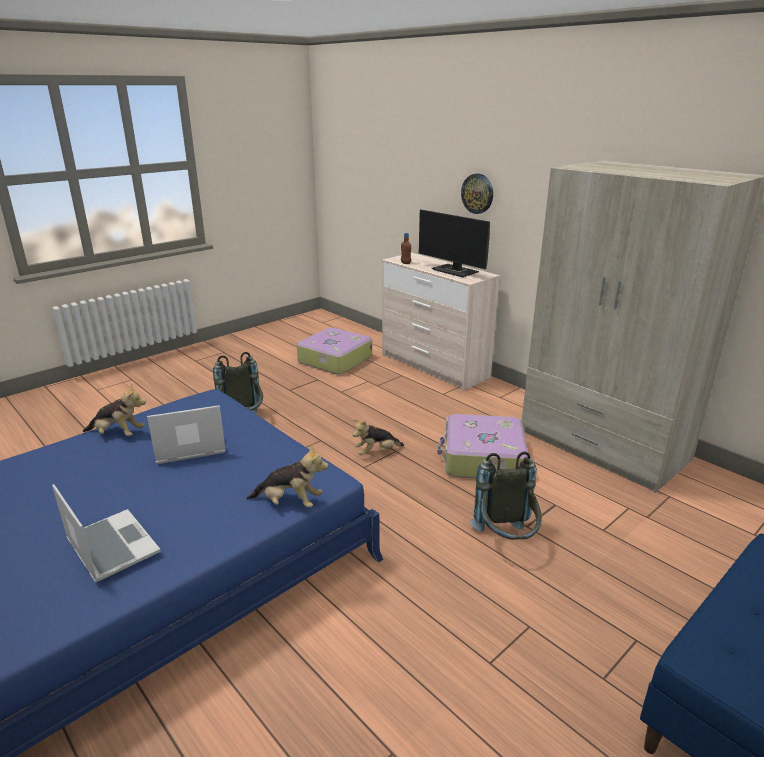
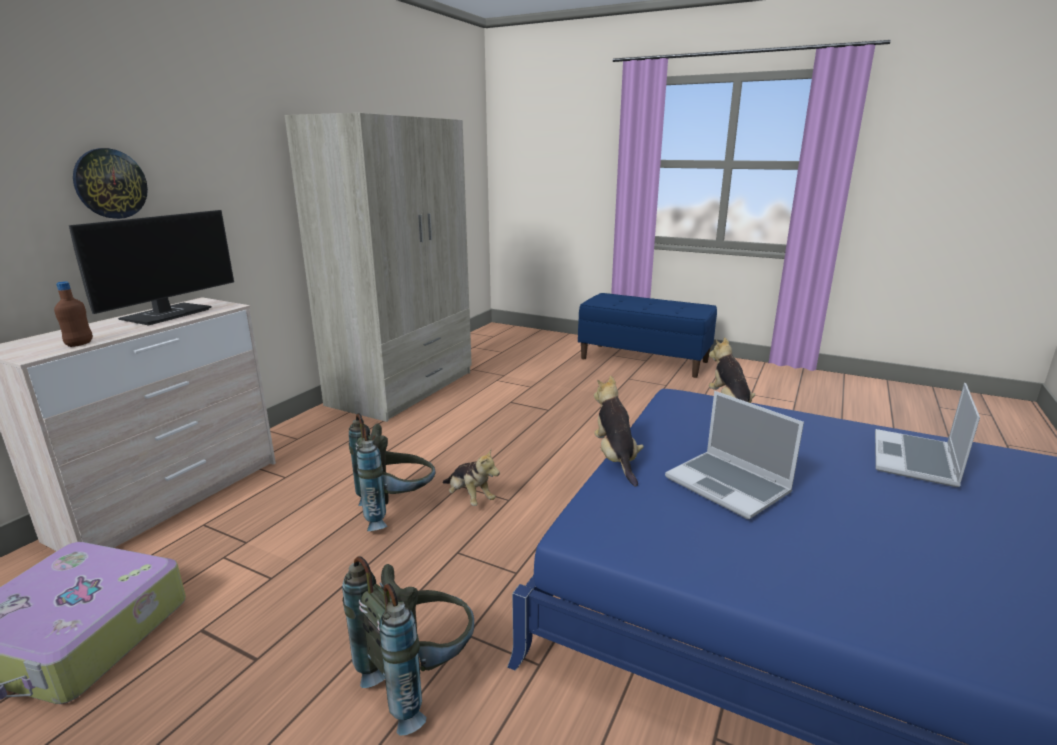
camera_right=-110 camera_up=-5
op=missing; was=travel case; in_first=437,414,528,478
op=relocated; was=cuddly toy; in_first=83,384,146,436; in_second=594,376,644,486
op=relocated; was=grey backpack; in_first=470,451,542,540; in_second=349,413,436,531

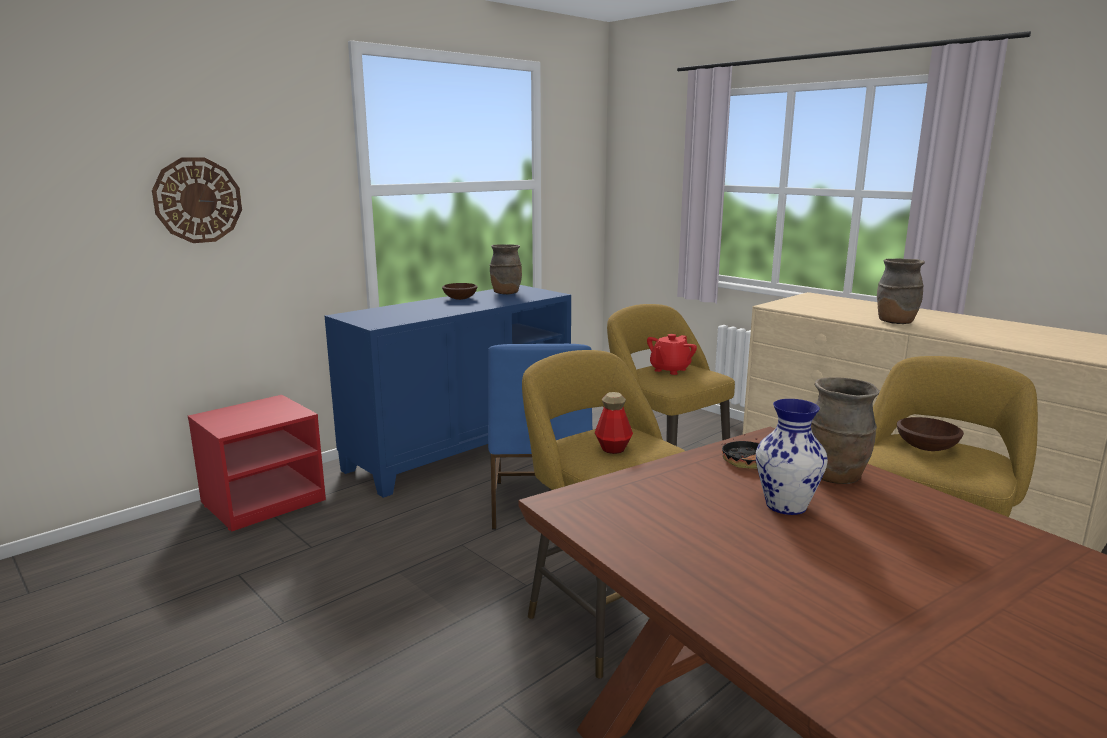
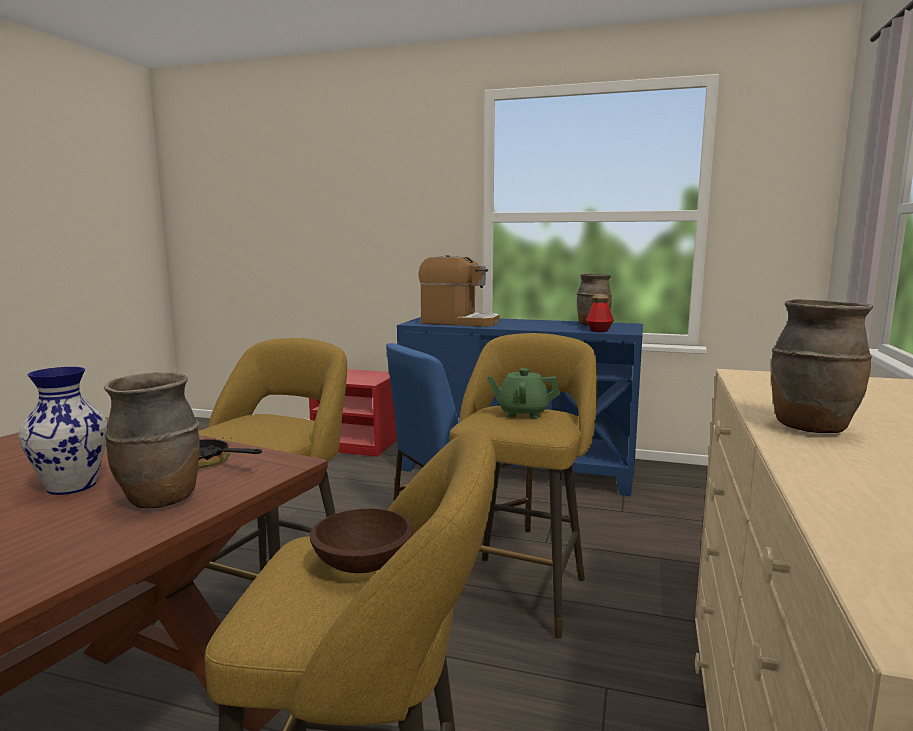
camera_right=60 camera_up=-5
op=missing; was=wall clock; in_first=152,158,242,243
op=missing; was=brown-coloured serving bowl; in_first=442,283,478,300
op=appeared; now=coffee machine; in_second=418,255,500,327
op=relocated; was=drink bottle; in_first=595,392,633,454; in_second=586,294,614,332
op=colour; was=red-coloured pot for tea; now=green-coloured pot for tea; in_first=647,334,697,375; in_second=487,368,560,418

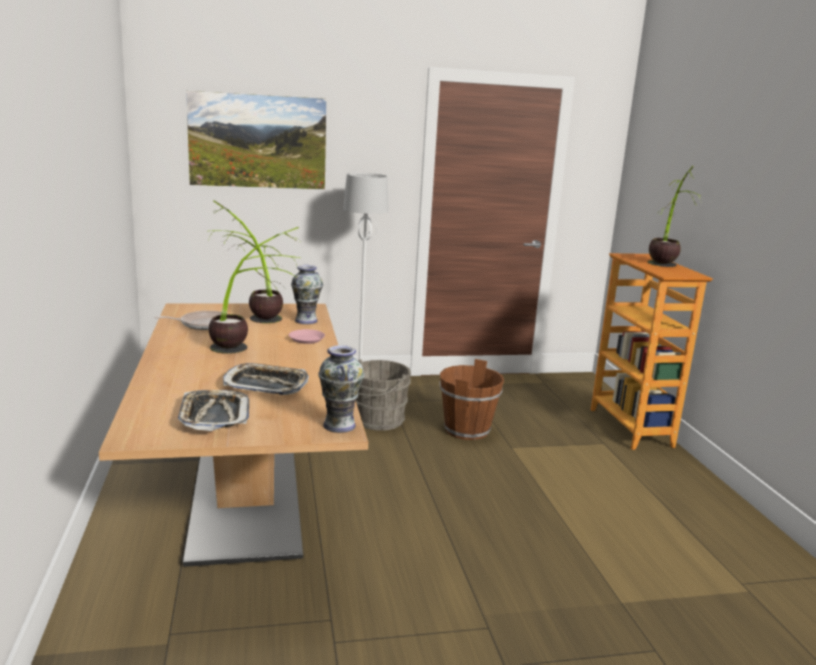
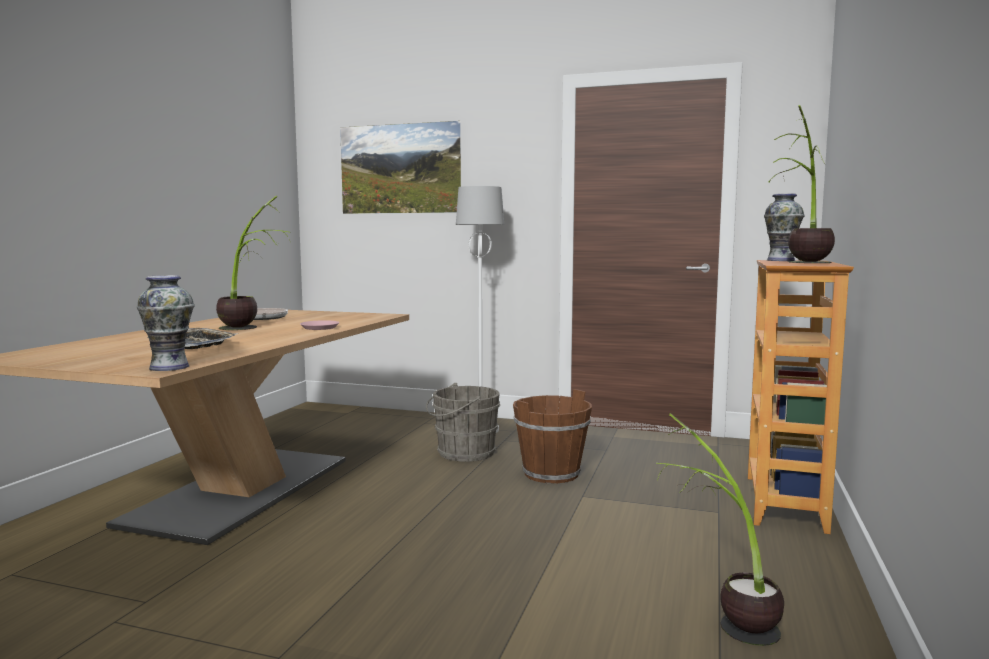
camera_right=30 camera_up=-10
op=missing; was=tray; in_first=178,390,250,431
op=relocated; was=plant in a pot; in_first=208,200,283,323; in_second=656,413,784,646
op=relocated; was=flower vase; in_first=291,265,323,324; in_second=764,193,804,261

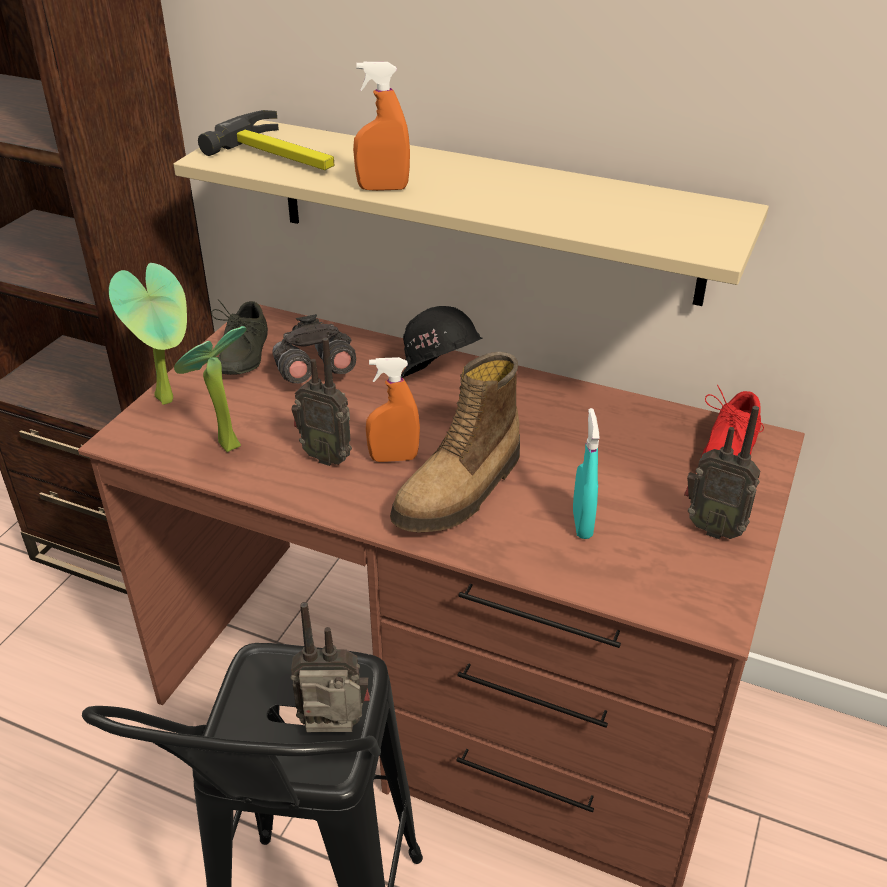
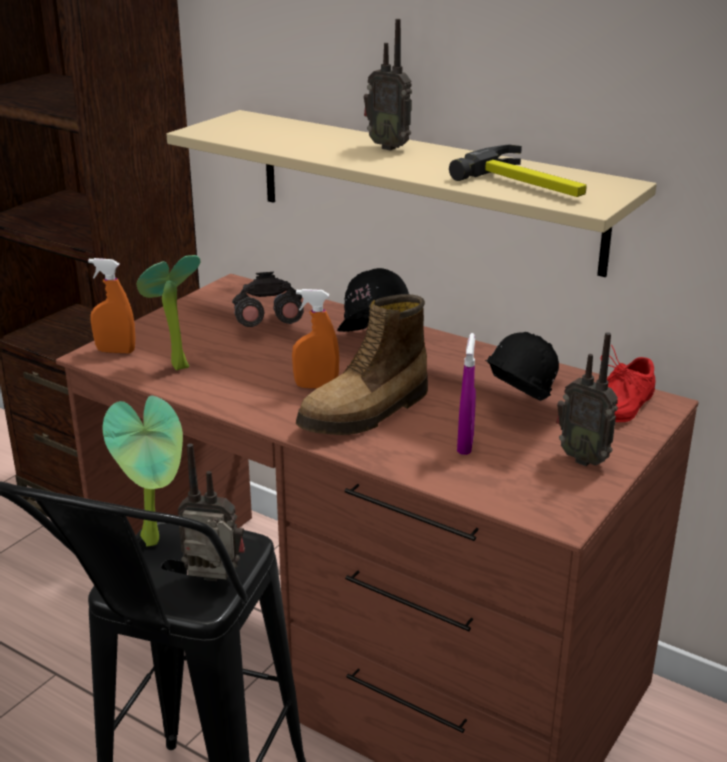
camera_right=10 camera_up=-10
op=missing; was=grey item of footwear; in_first=211,299,268,375
op=appeared; now=black-coloured work helmet; in_second=485,332,559,401
op=relocated; was=plant in a pot; in_first=109,263,187,405; in_second=103,396,183,546
op=relocated; was=hammer; in_first=198,110,334,170; in_second=449,144,587,197
op=relocated; was=radio set; in_first=291,338,352,466; in_second=364,19,412,151
op=relocated; was=orange sprayer; in_first=353,62,410,191; in_second=88,258,135,353
op=colour; was=turquoise sprayer; now=purplish sprayer; in_first=573,408,599,539; in_second=457,333,476,455

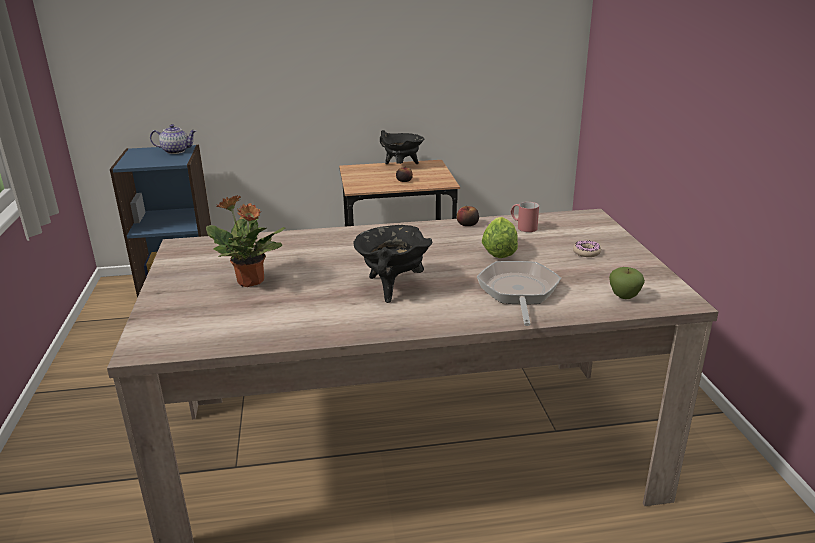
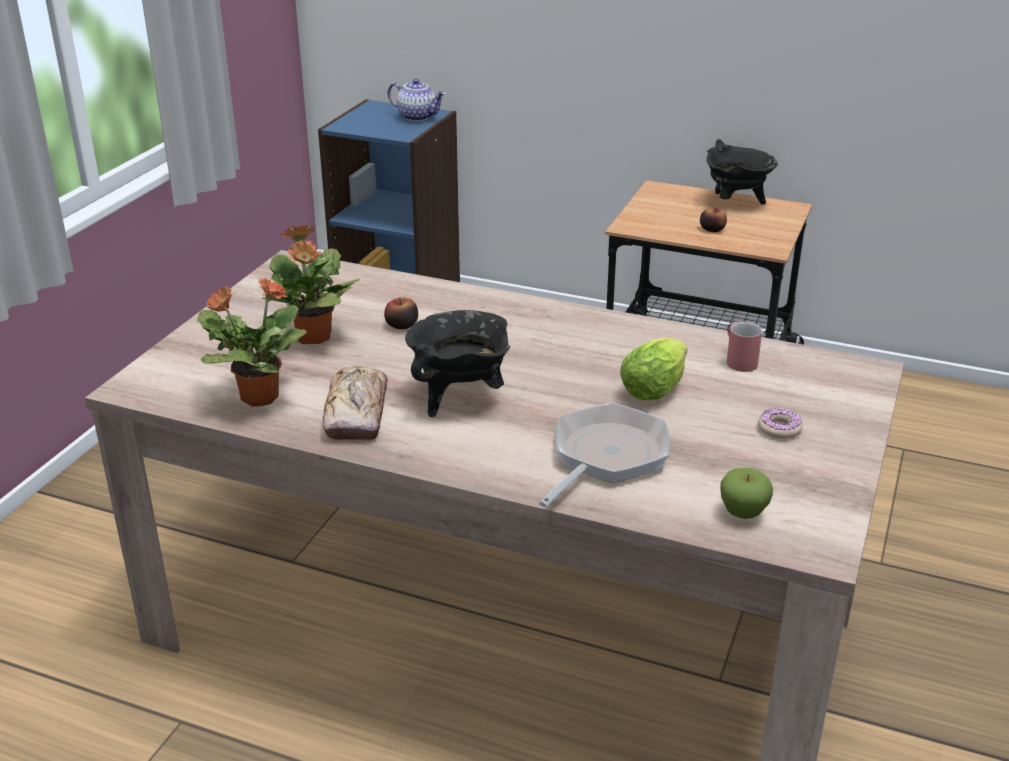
camera_right=30 camera_up=5
op=appeared; now=plant in a pot; in_second=197,277,307,407
op=appeared; now=bakery bread; in_second=323,366,388,441
op=relocated; was=apple; in_first=457,206,479,226; in_second=384,297,418,329

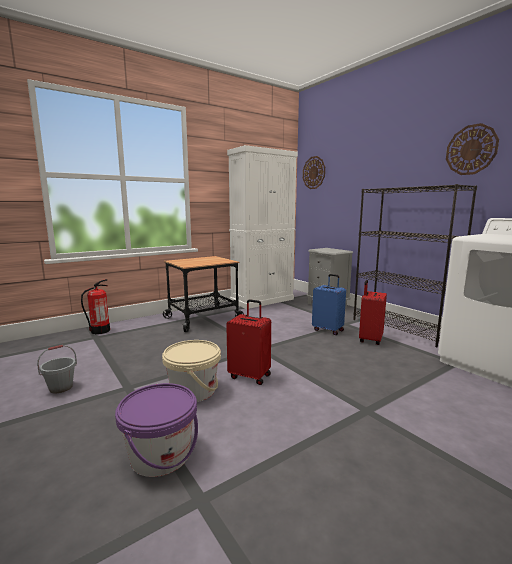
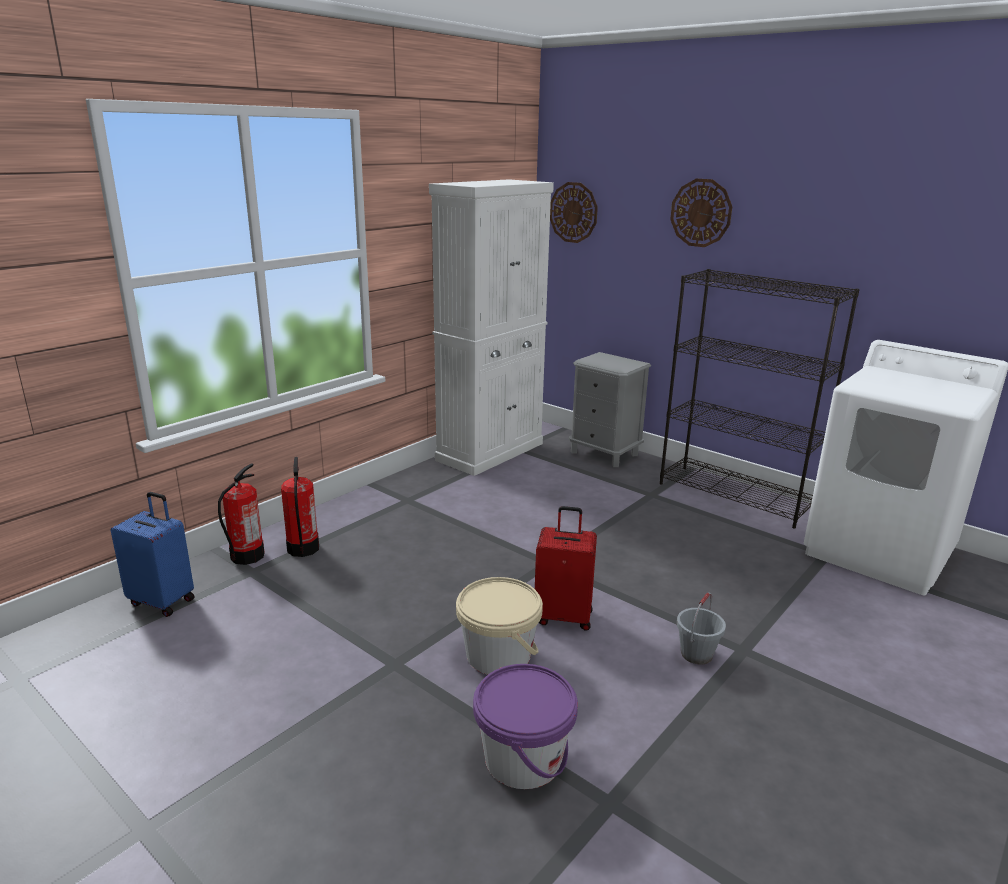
camera_right=-15 camera_up=10
op=missing; was=cart; in_first=163,256,244,332
op=missing; was=red-coloured travel case; in_first=359,280,387,345
op=appeared; now=fire-fighting cylinder; in_second=281,457,319,557
op=relocated; was=grey water bucket; in_first=37,345,77,393; in_second=677,593,726,664
op=relocated; was=blue travel case; in_first=312,274,346,335; in_second=111,492,195,617
op=relocated; was=wall clock; in_first=446,123,499,175; in_second=670,179,732,247

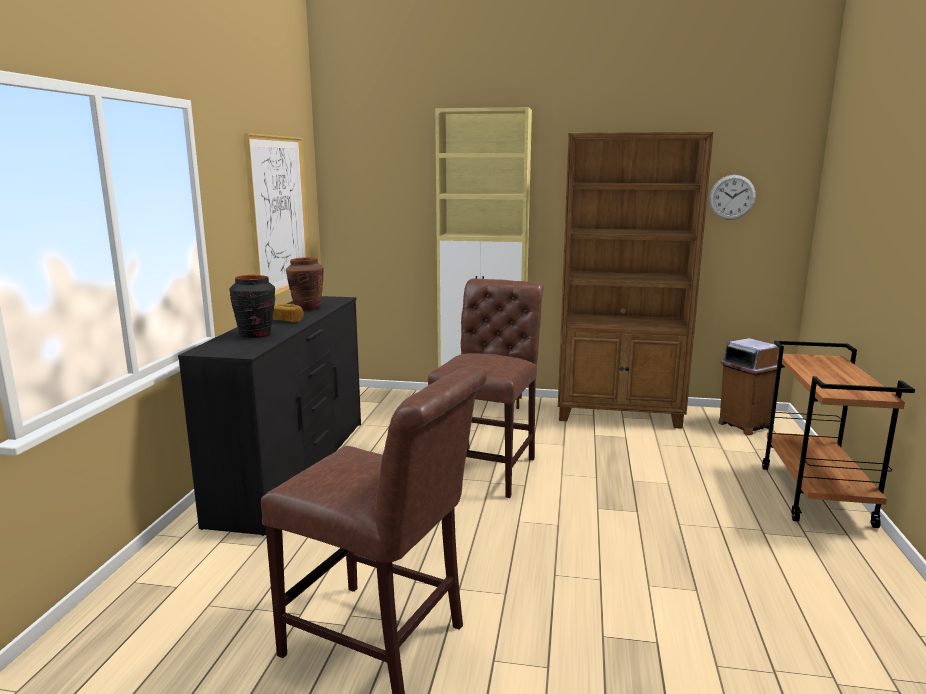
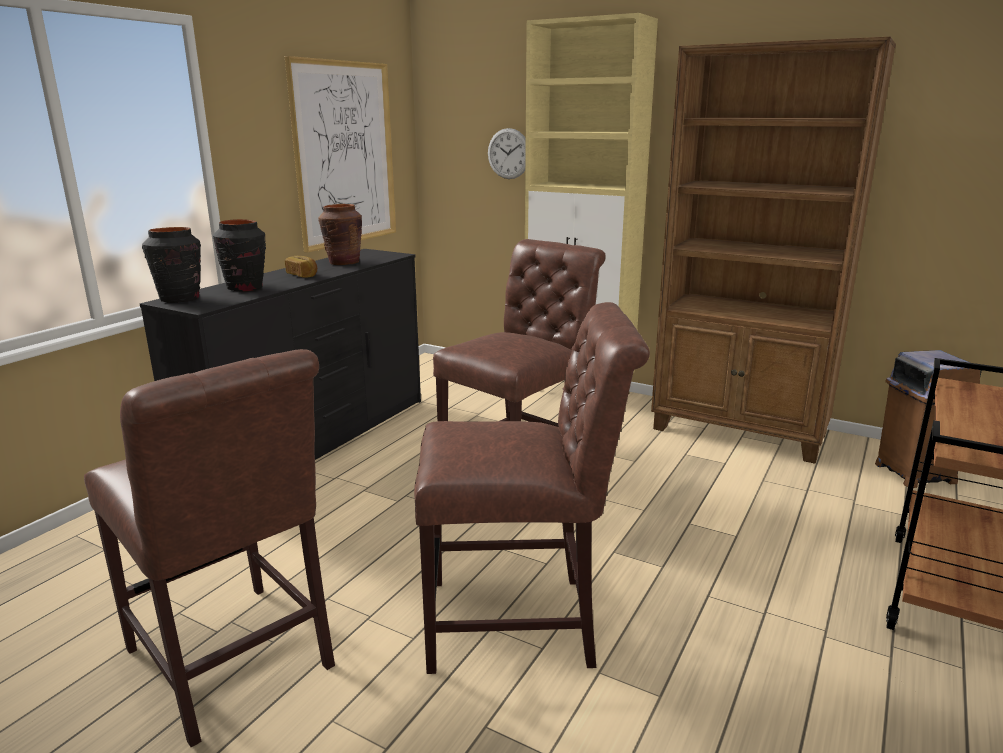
camera_right=20 camera_up=5
op=appeared; now=black-coloured flower vase; in_second=142,227,201,303
op=appeared; now=brown-coloured plain chair; in_second=414,302,650,674
op=relocated; was=wall clock; in_first=709,175,756,220; in_second=488,128,526,179

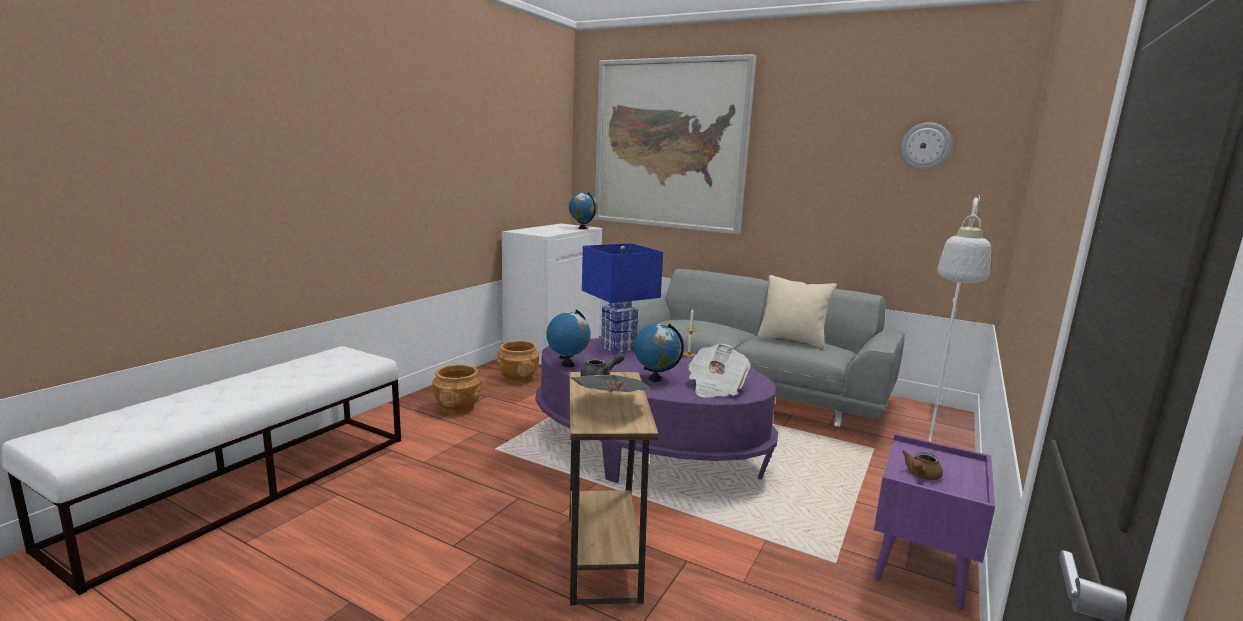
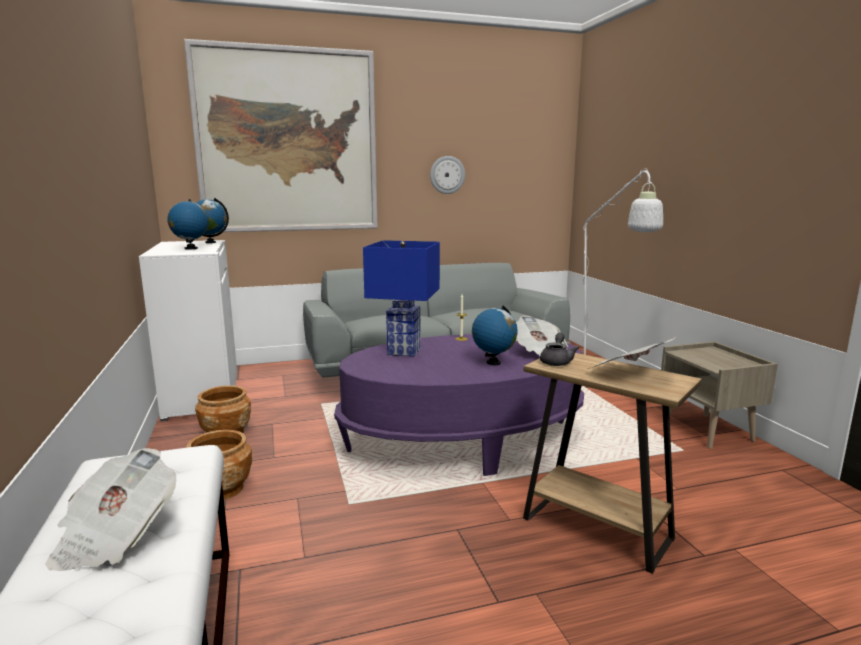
camera_right=-45 camera_up=0
op=missing; was=beige cushion; in_first=757,275,837,348
op=missing; was=brown-coloured pot for tea; in_first=902,450,943,480
op=appeared; now=daily paper; in_second=45,448,176,571
op=relocated; was=globe; in_first=546,309,591,367; in_second=167,199,209,249
op=relocated; was=wall clock; in_first=901,122,952,170; in_second=430,156,465,194
op=colour; was=purplish bedside table; now=beige bedside table; in_first=873,433,995,610; in_second=661,341,778,449

